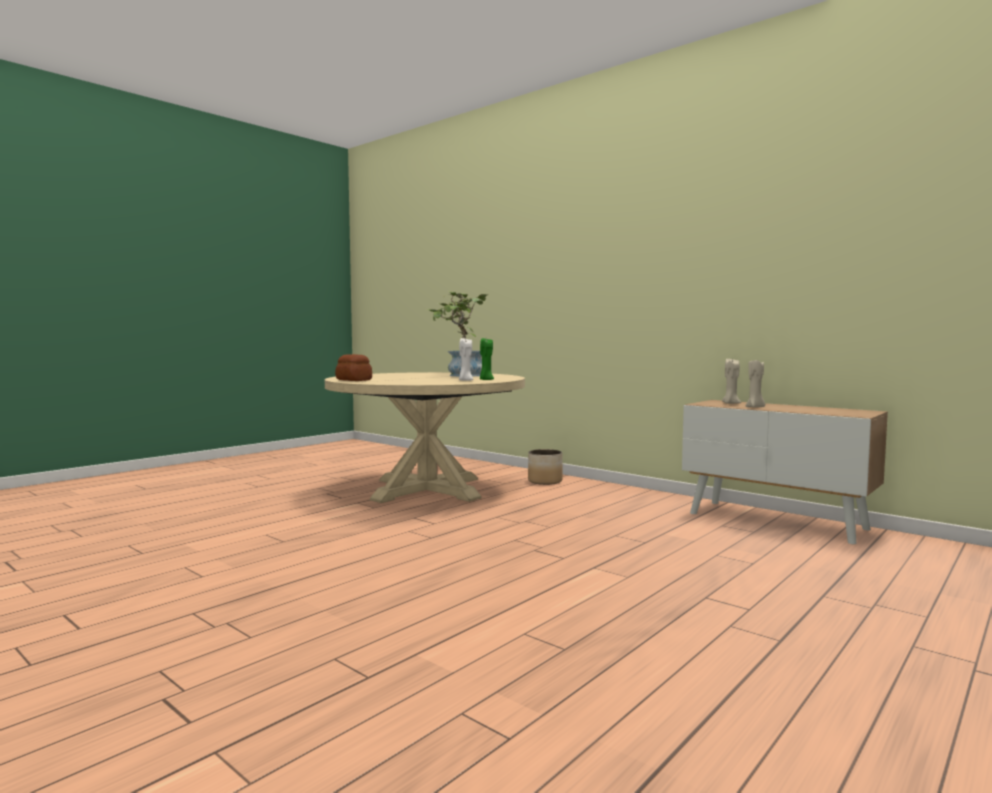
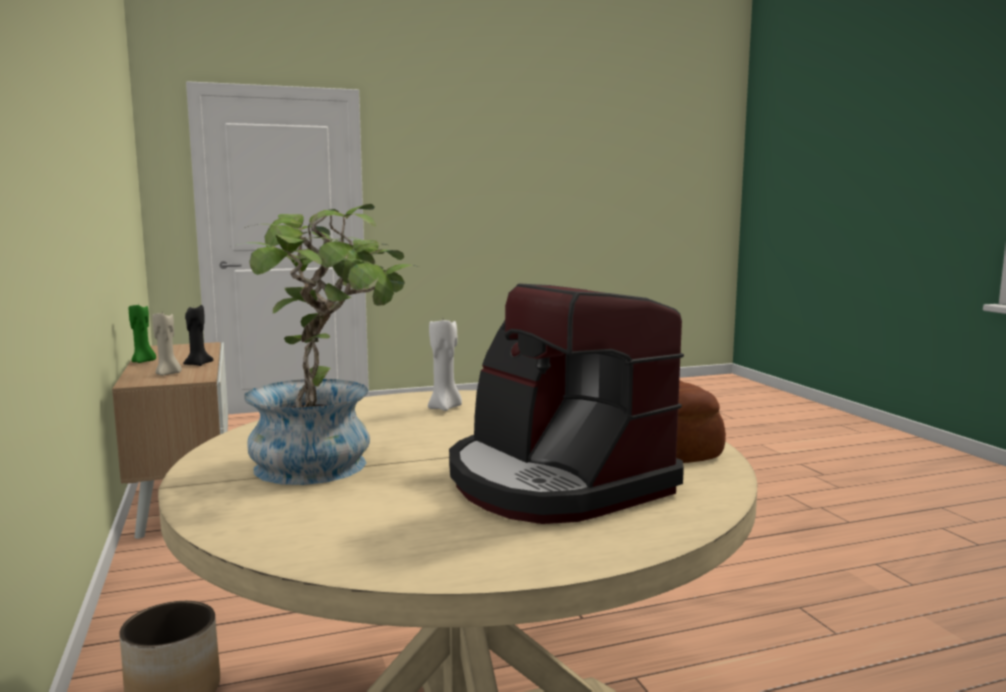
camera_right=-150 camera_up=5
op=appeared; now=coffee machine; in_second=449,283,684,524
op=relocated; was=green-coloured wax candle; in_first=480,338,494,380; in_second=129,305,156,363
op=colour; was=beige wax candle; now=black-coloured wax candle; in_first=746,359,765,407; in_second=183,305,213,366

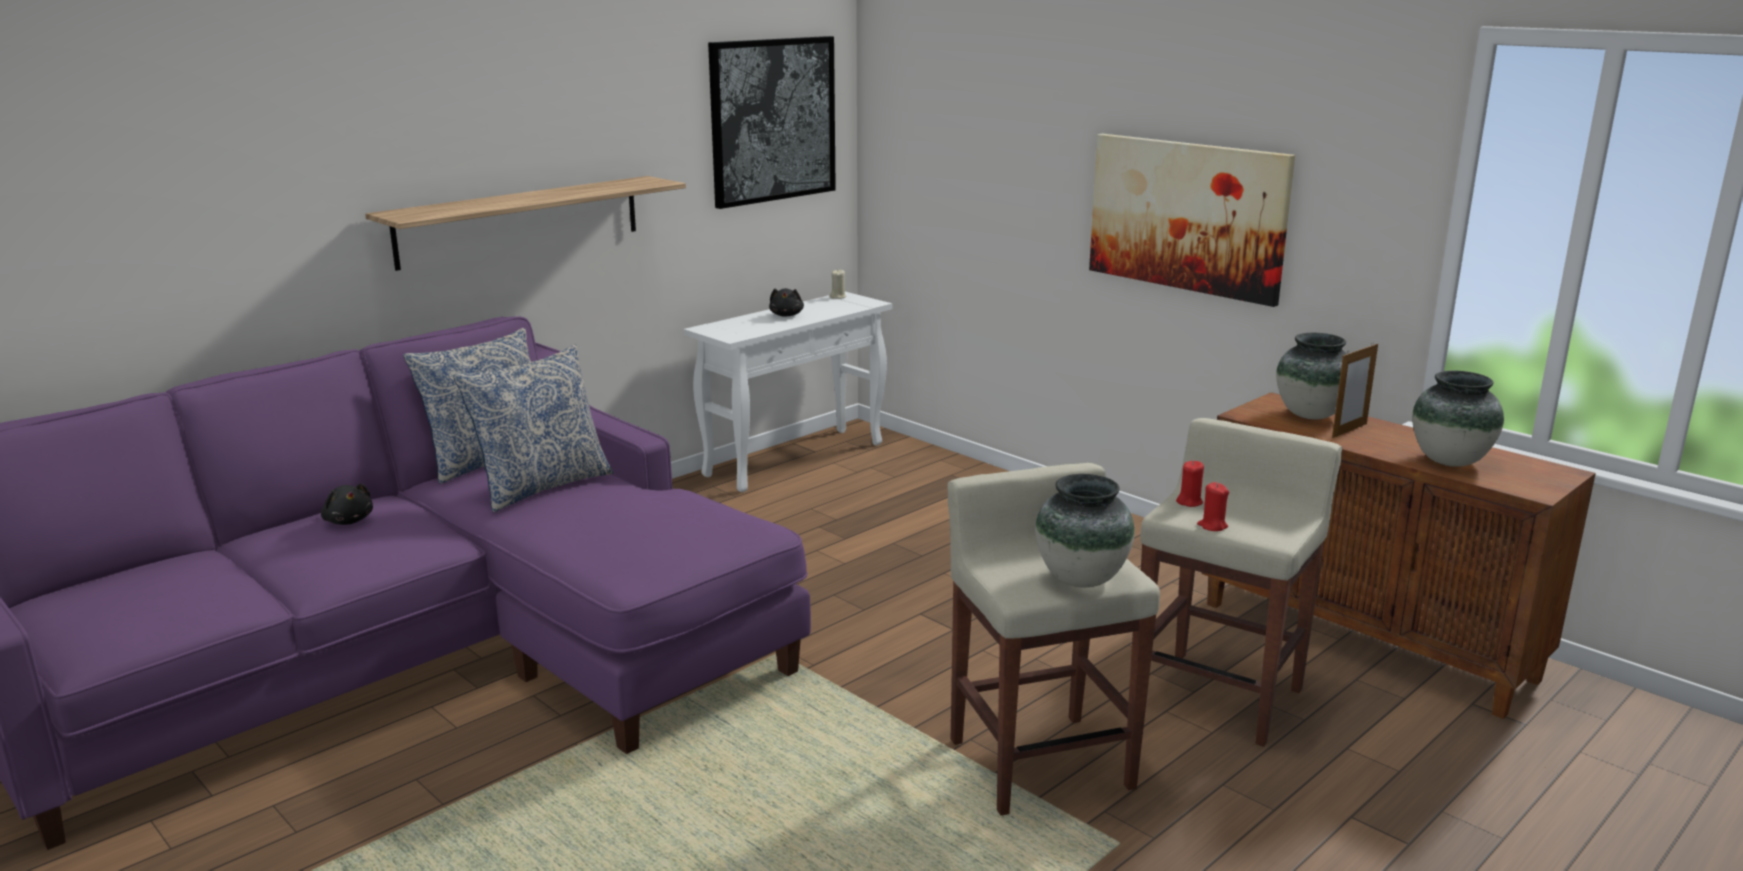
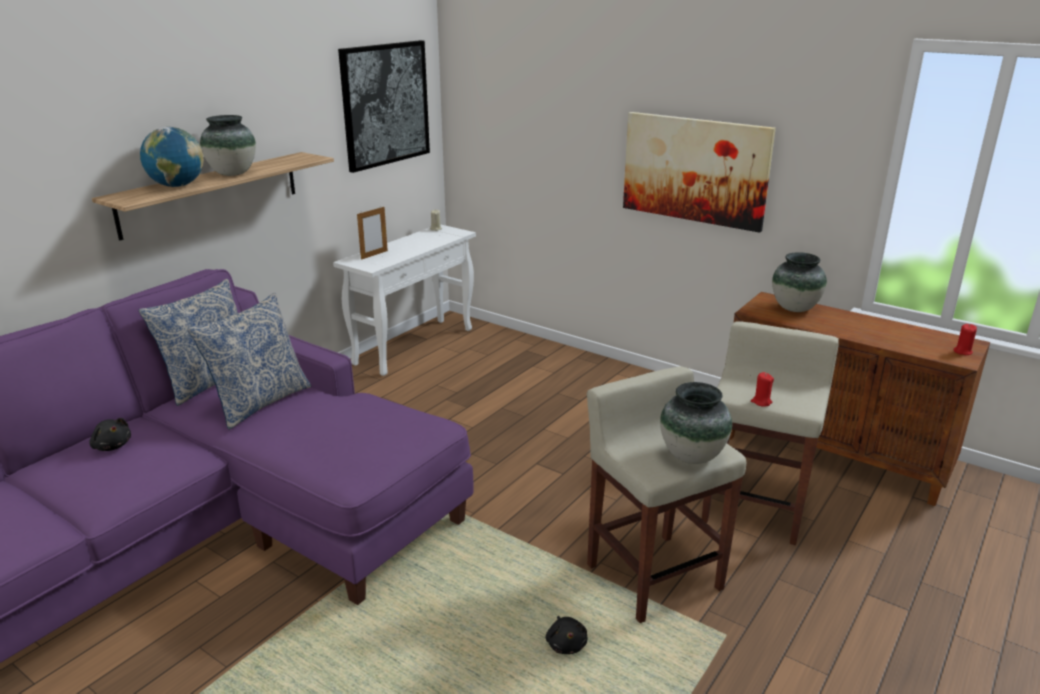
camera_right=-10 camera_up=5
op=appeared; now=globe; in_second=140,127,204,187
op=relocated; was=black-coloured cuddly toy; in_first=769,288,804,317; in_second=546,616,587,654
op=relocated; was=red-coloured wax candle; in_first=1176,461,1204,507; in_second=953,324,977,355
op=relocated; was=photo frame; in_first=1332,342,1378,438; in_second=357,206,388,260
op=relocated; was=flower vase; in_first=1412,370,1504,467; in_second=200,115,256,176

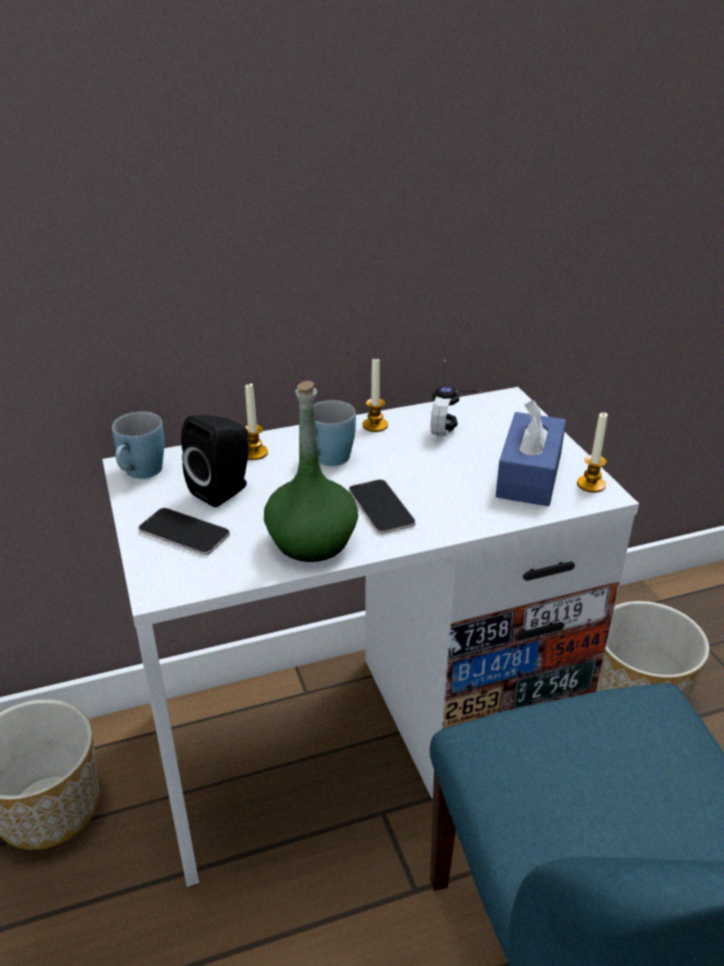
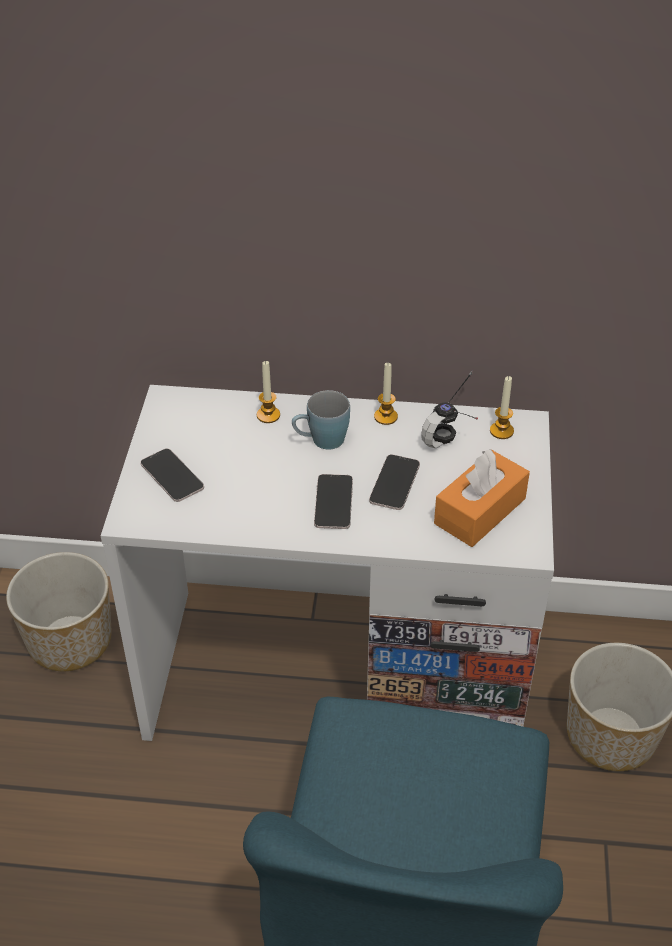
camera_right=25 camera_up=10
op=missing; was=blue coffee mug; in_first=112,412,165,479
op=missing; was=black-coloured loudspeaker; in_first=181,415,249,507
op=missing; was=green-coloured drink bottle; in_first=264,381,358,562
op=appeared; now=phone; in_second=369,454,420,510
op=relocated; was=wax candle; in_first=577,412,608,493; in_second=490,376,514,439
op=colour; was=blue box of tissues; now=orange box of tissues; in_first=496,400,566,506; in_second=434,449,530,547

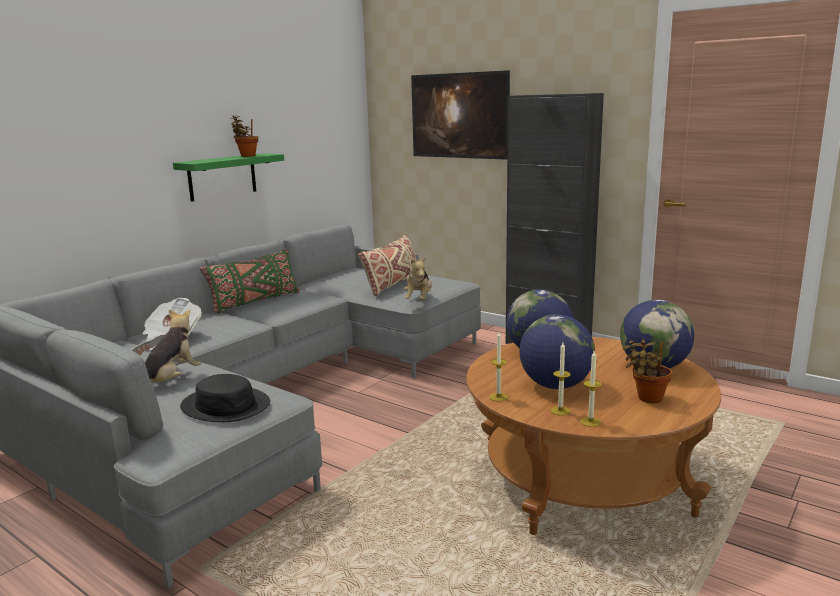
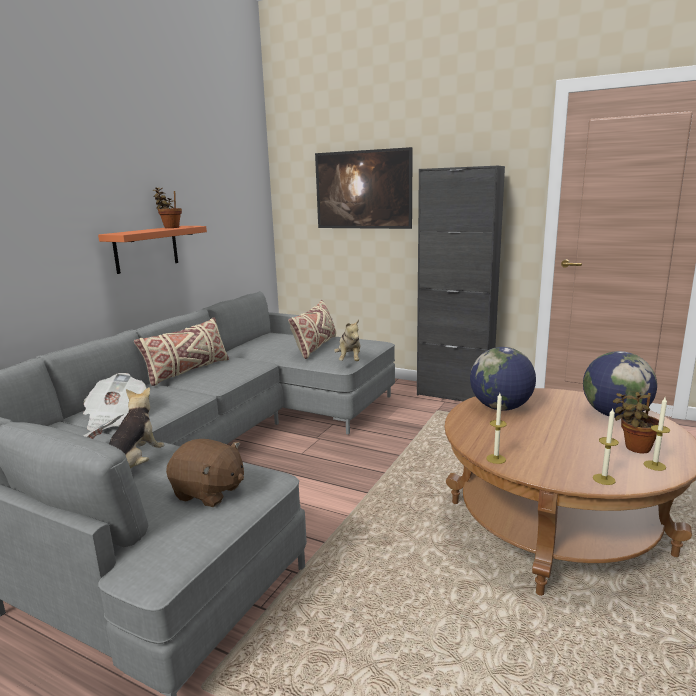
camera_right=-10 camera_up=0
op=missing; was=globe; in_first=519,314,595,389
op=relocated; was=wax candle; in_first=551,343,571,416; in_second=643,397,670,471
op=exchanged; was=black-coloured wearable hat; now=brown-coloured cuddly toy; in_first=180,374,270,422; in_second=166,439,244,507
op=colour; was=green-coloured wall shelf; now=orange wall shelf; in_first=173,153,284,202; in_second=98,226,207,274
op=colour; was=green-coloured cushion; now=beige cushion; in_first=200,249,300,313; in_second=134,318,229,386

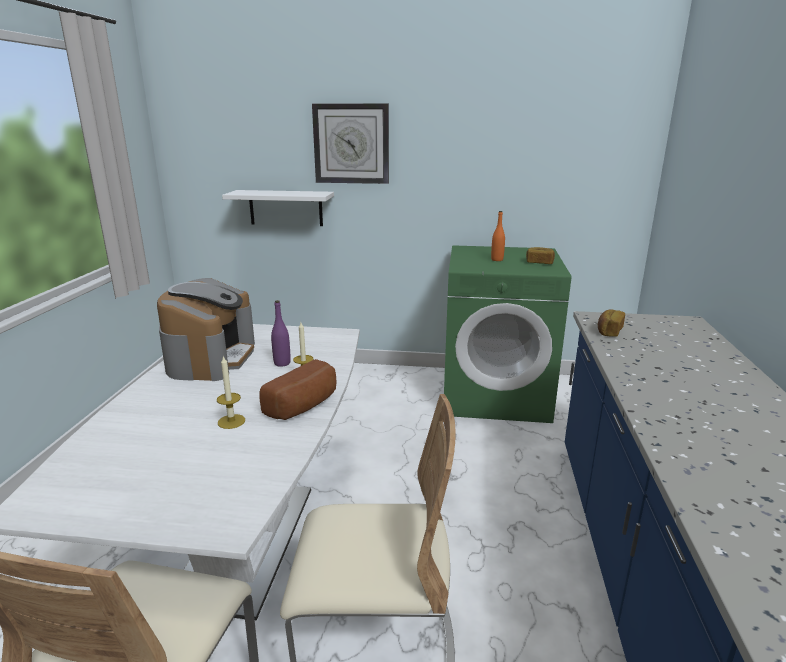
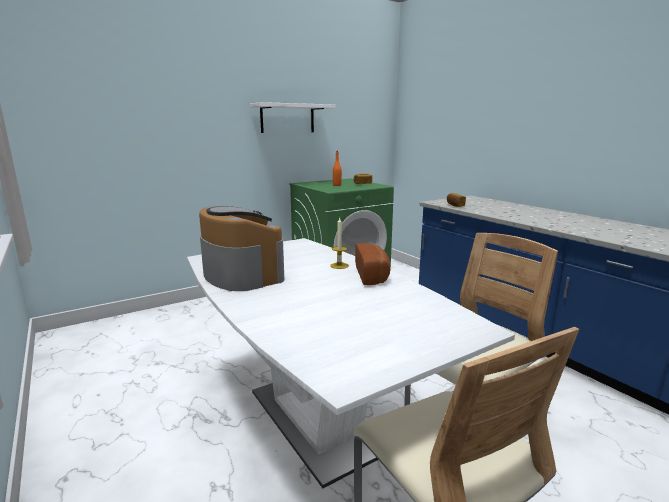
camera_right=-40 camera_up=-5
op=missing; was=wax candle; in_first=217,356,245,429
op=missing; was=purplish drink bottle; in_first=271,300,291,367
op=missing; was=wall clock; in_first=312,103,389,184
op=relocated; was=whitish wall shelf; in_first=222,190,334,226; in_second=250,102,335,133

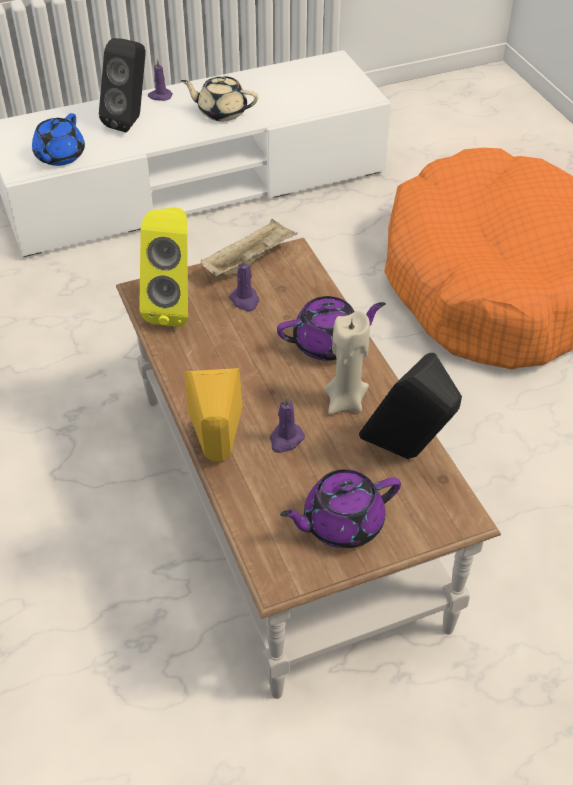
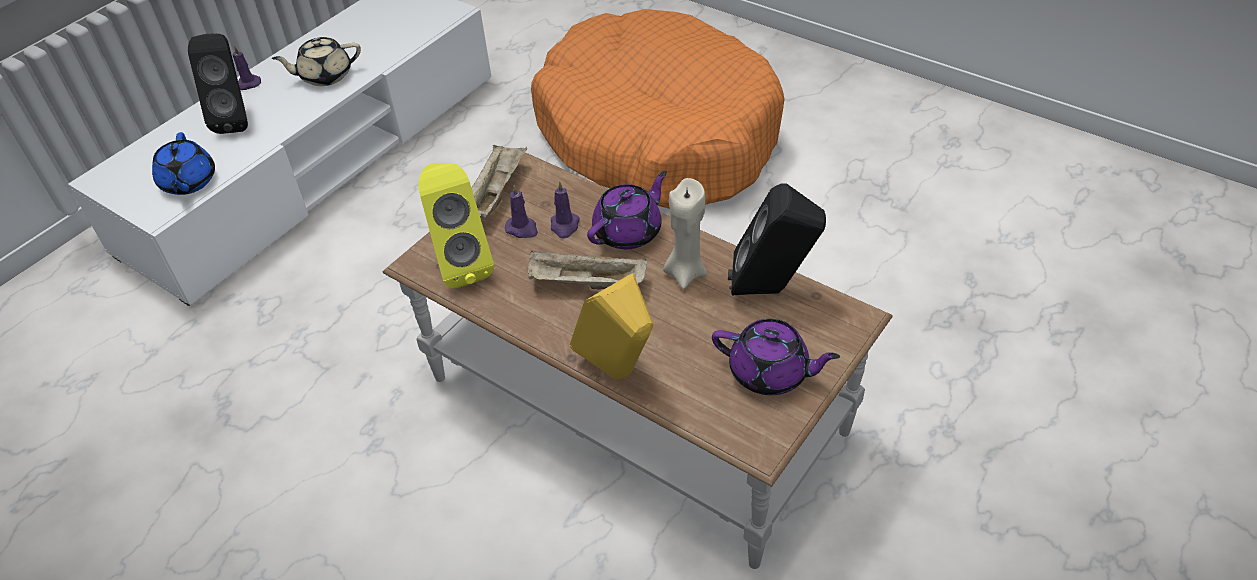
camera_right=-30 camera_up=0
op=appeared; now=beige tray; in_second=528,251,647,289
op=relocated; was=purplish wax candle; in_first=270,395,305,453; in_second=551,181,580,239
op=spun; was=purplish pot for tea; in_first=280,469,401,548; in_second=712,319,840,395; clockwise=-105

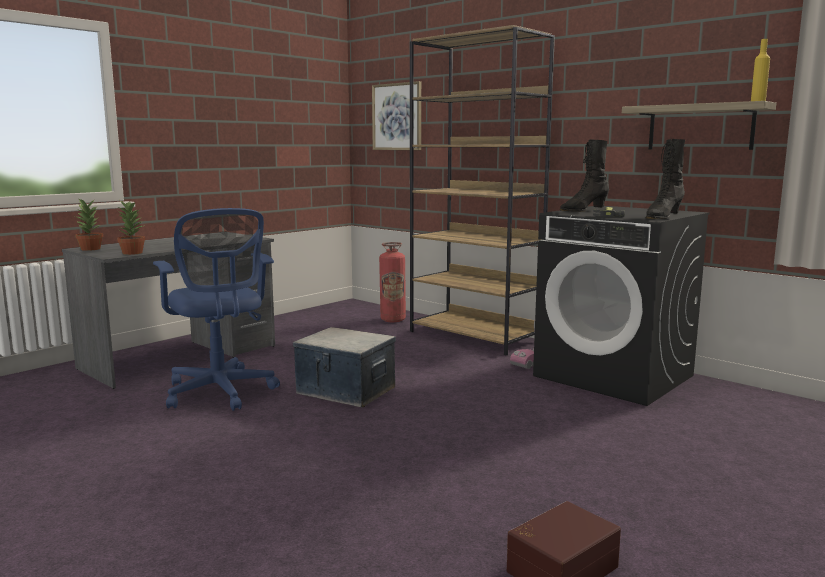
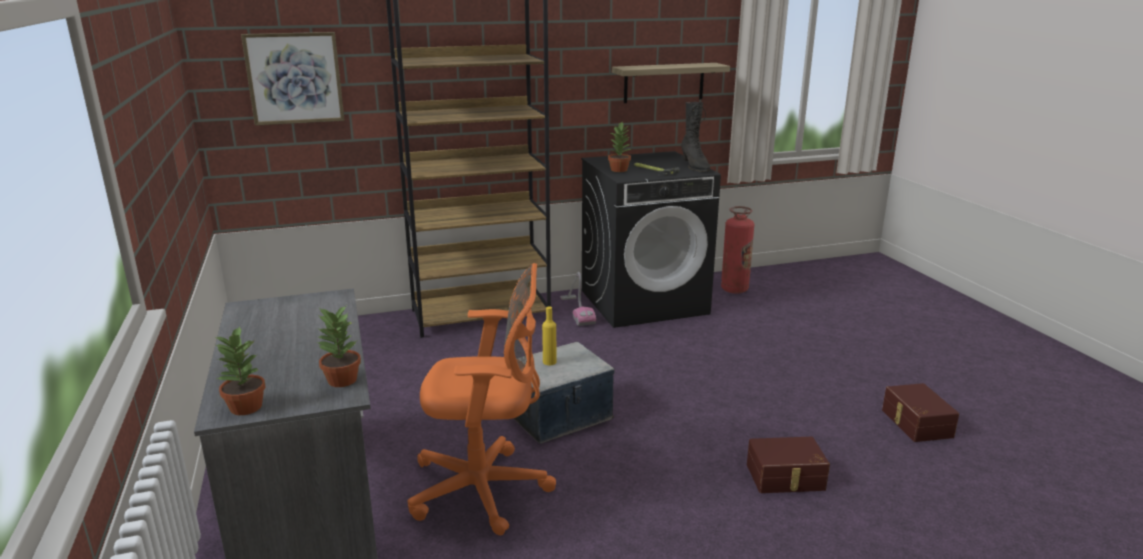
camera_right=-60 camera_up=10
op=appeared; now=brown-coloured storage box; in_second=747,437,830,493
op=relocated; was=fire-fighting cylinder; in_first=379,242,406,322; in_second=721,206,754,293
op=relocated; was=yellow-coloured drink bottle; in_first=751,39,770,101; in_second=542,306,557,365
op=exchanged; was=black-coloured tall boot; now=plant in a pot; in_first=560,139,609,212; in_second=608,122,631,172
op=colour; was=blue desk chair; now=orange desk chair; in_first=153,208,280,411; in_second=408,263,556,535

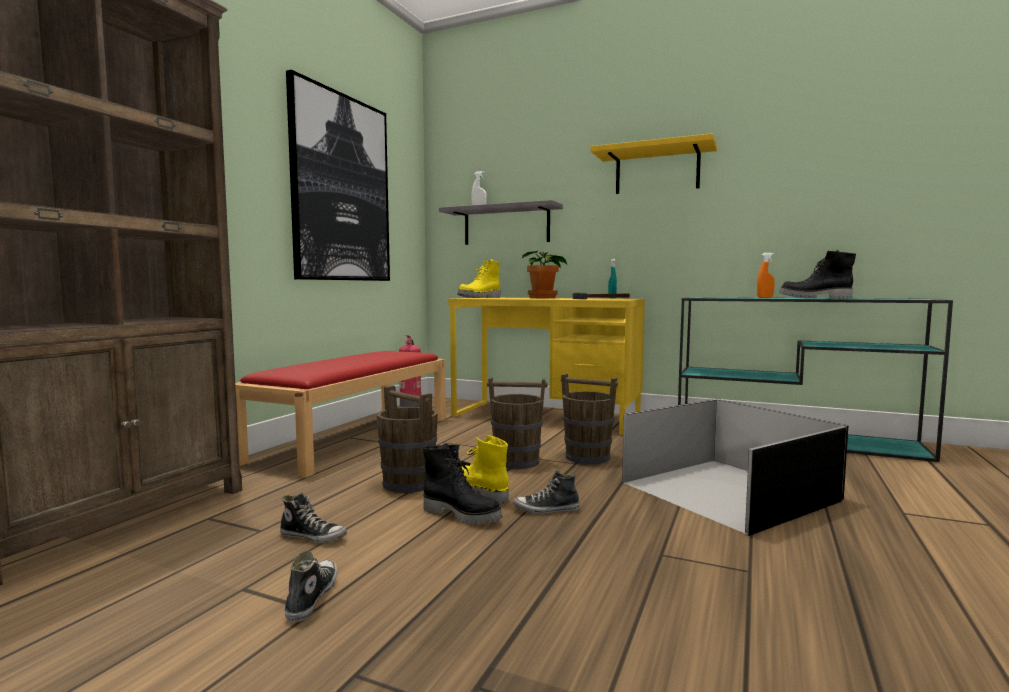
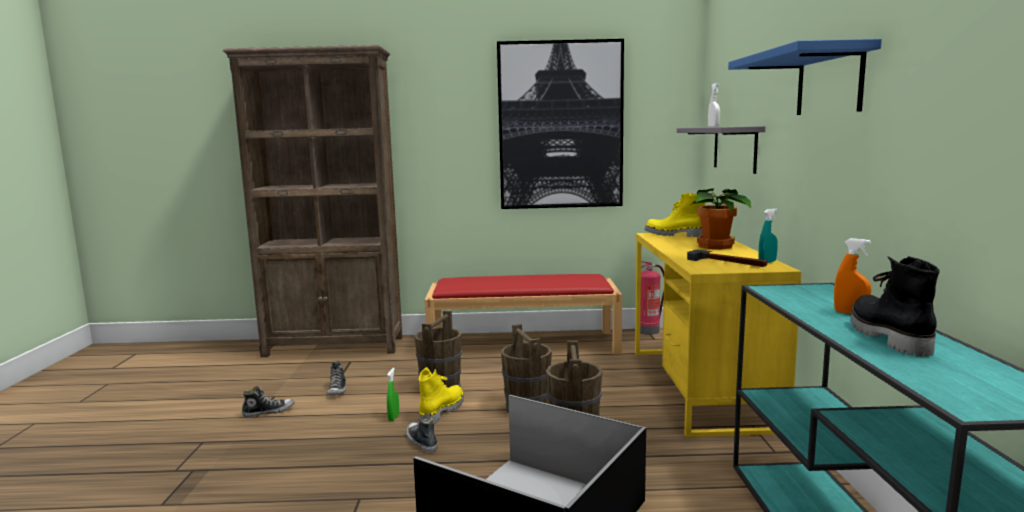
camera_right=65 camera_up=5
op=exchanged; was=black-coloured tall boot; now=green-coloured sprayer; in_first=423,443,503,525; in_second=387,368,399,421
op=colour; was=yellow-coloured wall shelf; now=blue wall shelf; in_first=591,133,717,194; in_second=728,39,882,115

